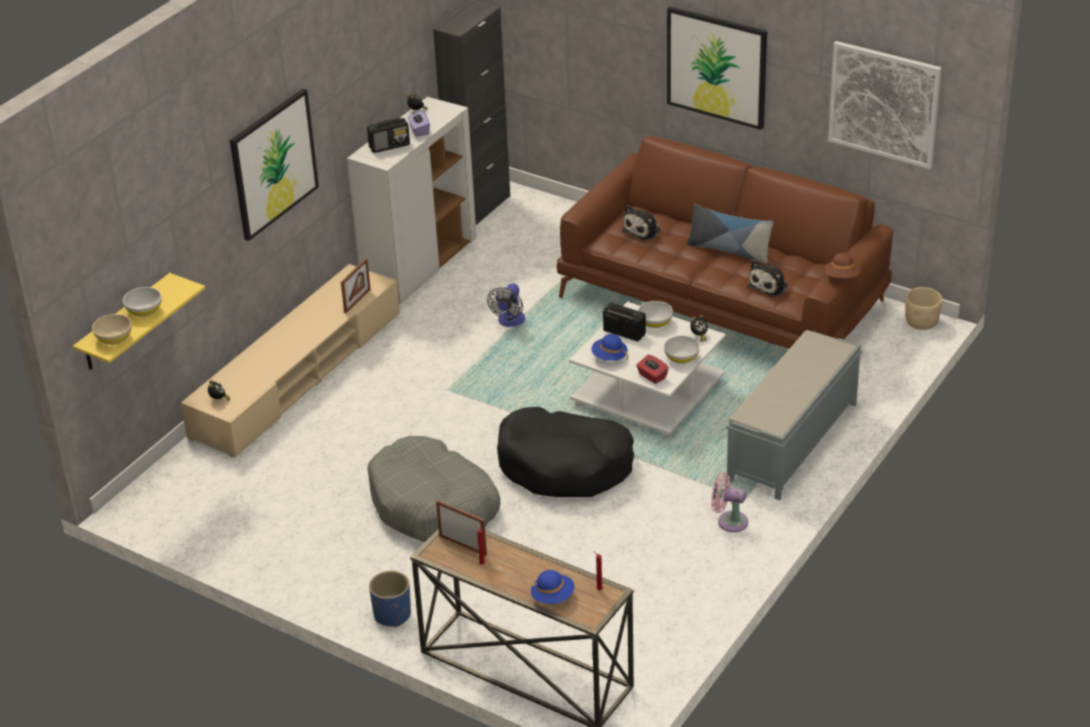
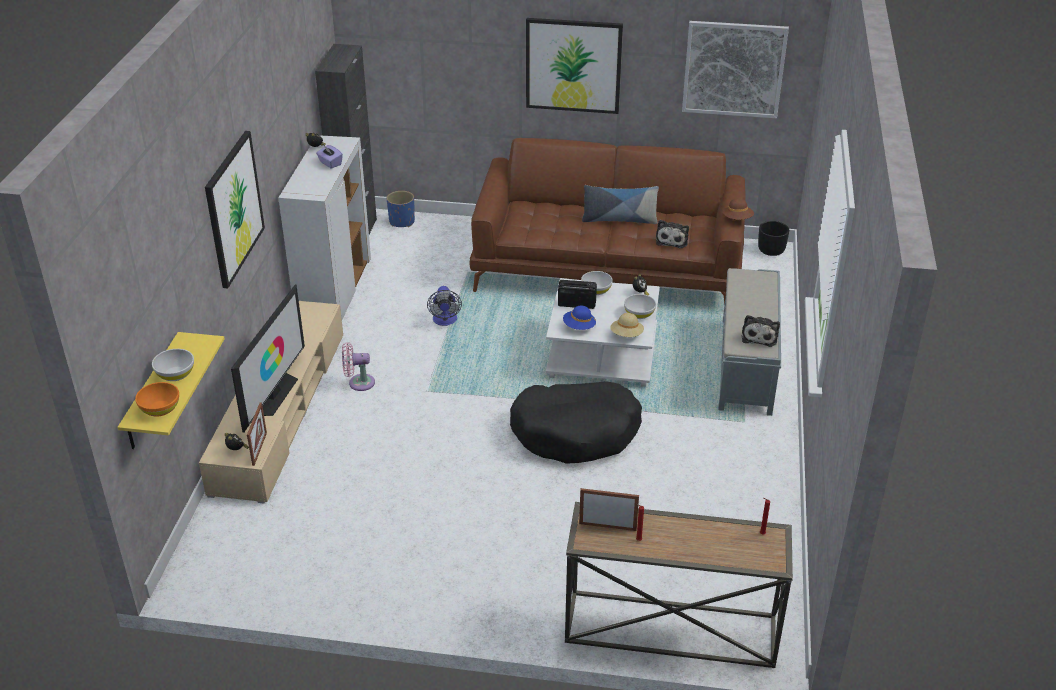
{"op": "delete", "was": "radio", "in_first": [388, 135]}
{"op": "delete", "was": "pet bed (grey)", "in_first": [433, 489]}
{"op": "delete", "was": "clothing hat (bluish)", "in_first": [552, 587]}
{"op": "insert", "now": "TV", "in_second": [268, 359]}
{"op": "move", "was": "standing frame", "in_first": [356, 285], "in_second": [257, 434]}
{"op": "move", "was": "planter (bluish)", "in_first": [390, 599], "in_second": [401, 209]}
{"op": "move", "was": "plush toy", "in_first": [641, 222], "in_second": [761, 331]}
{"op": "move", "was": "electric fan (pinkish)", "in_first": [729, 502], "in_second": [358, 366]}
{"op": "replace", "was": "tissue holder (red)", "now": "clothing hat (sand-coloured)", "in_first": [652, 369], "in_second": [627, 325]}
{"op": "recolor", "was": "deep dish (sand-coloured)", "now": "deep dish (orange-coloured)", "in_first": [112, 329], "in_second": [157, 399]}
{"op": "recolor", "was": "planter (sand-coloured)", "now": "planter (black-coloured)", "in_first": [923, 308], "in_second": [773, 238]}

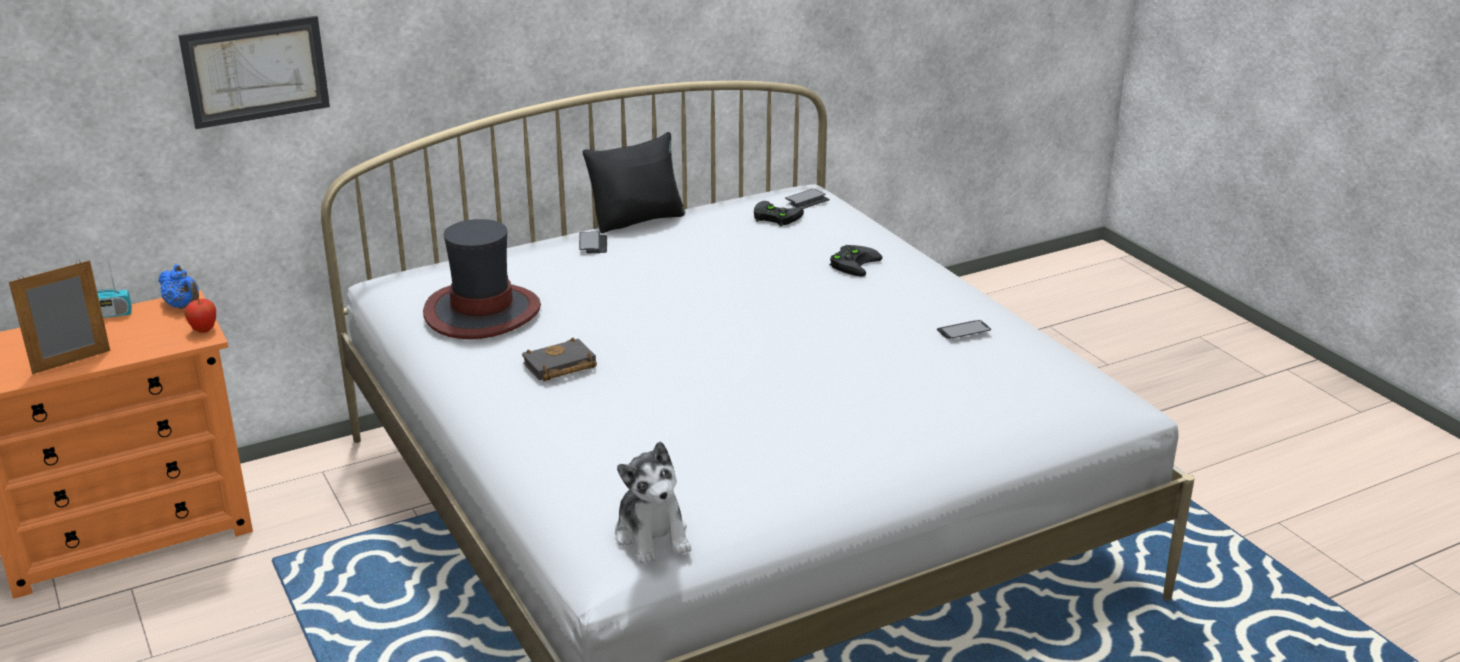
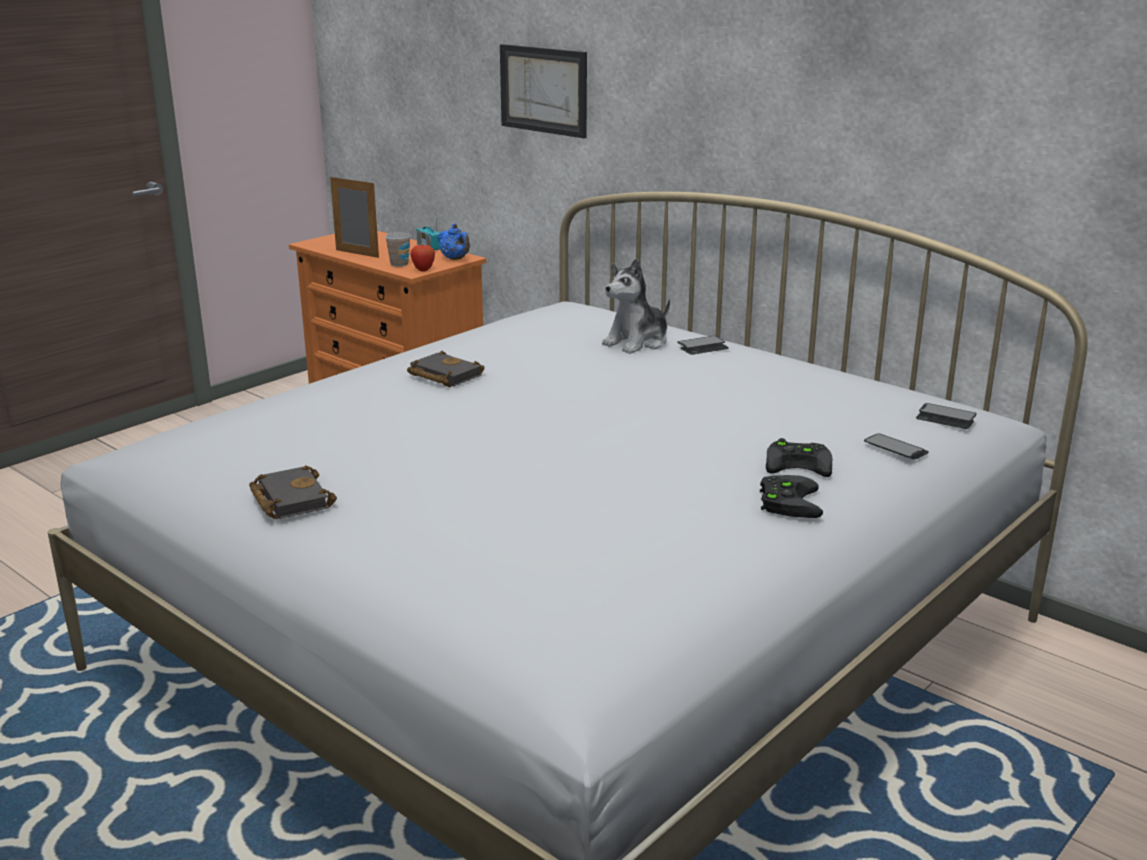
{"op": "delete", "was": "clothing hat", "in_first": [482, 279]}
{"op": "delete", "was": "cushion (black-coloured)", "in_first": [634, 182]}
{"op": "insert", "now": "bound book (black-coloured)", "in_second": [293, 492]}
{"op": "insert", "now": "drinking cup", "in_second": [398, 250]}
{"op": "move", "was": "plush toy", "in_first": [653, 502], "in_second": [636, 306]}
{"op": "move", "was": "joypad (black-coloured)", "in_first": [779, 213], "in_second": [791, 496]}
{"op": "move", "was": "telephone", "in_first": [964, 329], "in_second": [896, 446]}
{"op": "rotate", "was": "teapot (bluish)", "in_first": [179, 286], "in_second": [454, 241], "clockwise": -60}

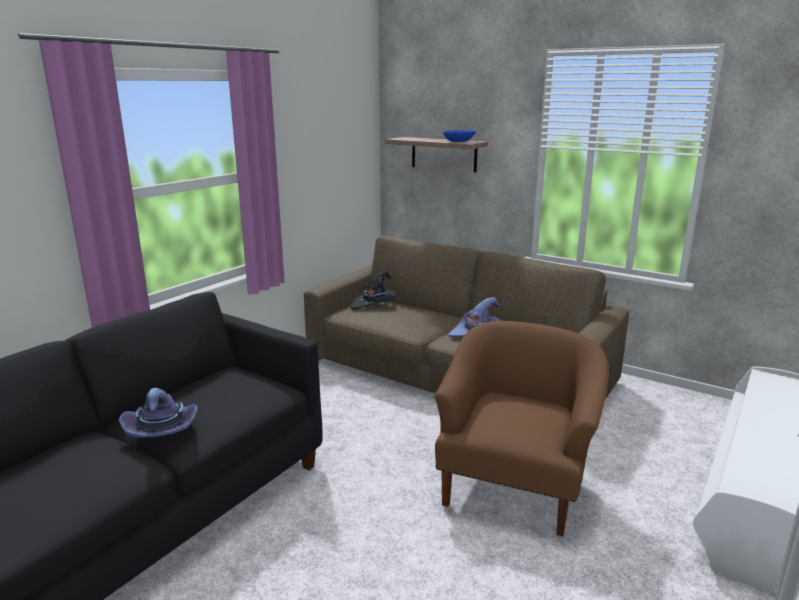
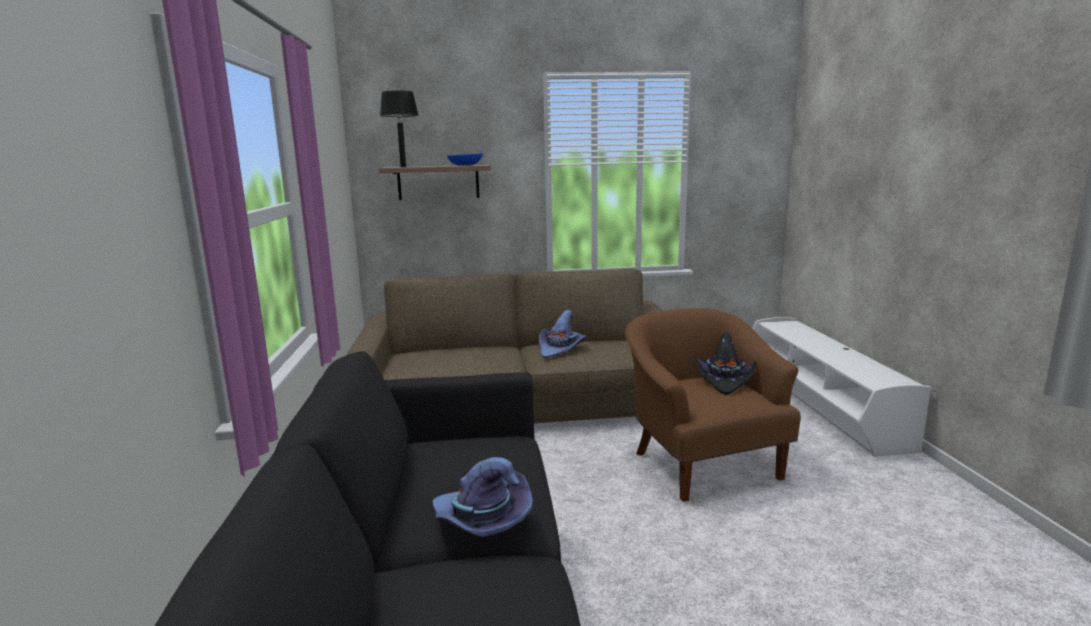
{"op": "insert", "now": "lamp for a table (black-coloured)", "in_second": [399, 128]}
{"op": "move", "was": "clothing hat (black-coloured)", "in_first": [373, 290], "in_second": [726, 363]}

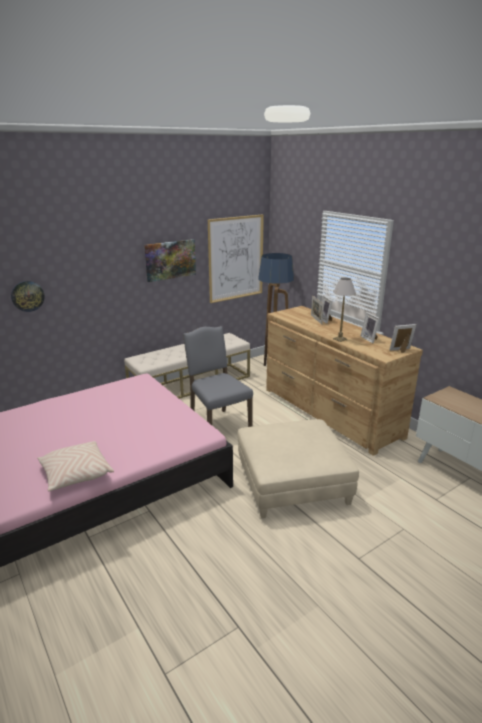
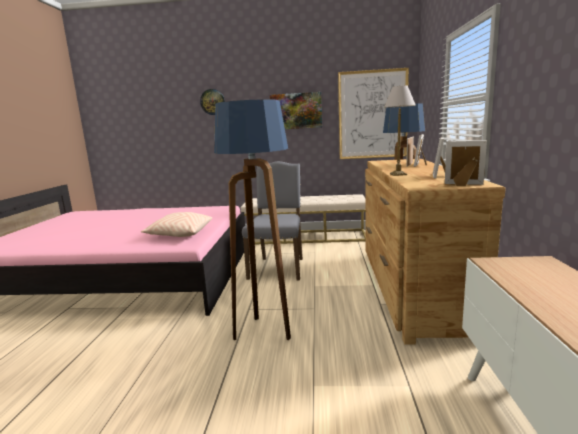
{"op": "move", "was": "wall clock", "in_first": [28, 296], "in_second": [212, 102]}
{"op": "move", "was": "cushion (sand-coloured)", "in_first": [75, 466], "in_second": [176, 224]}
{"op": "replace", "was": "pouffe (sand-coloured)", "now": "floor lamp", "in_first": [298, 468], "in_second": [252, 219]}

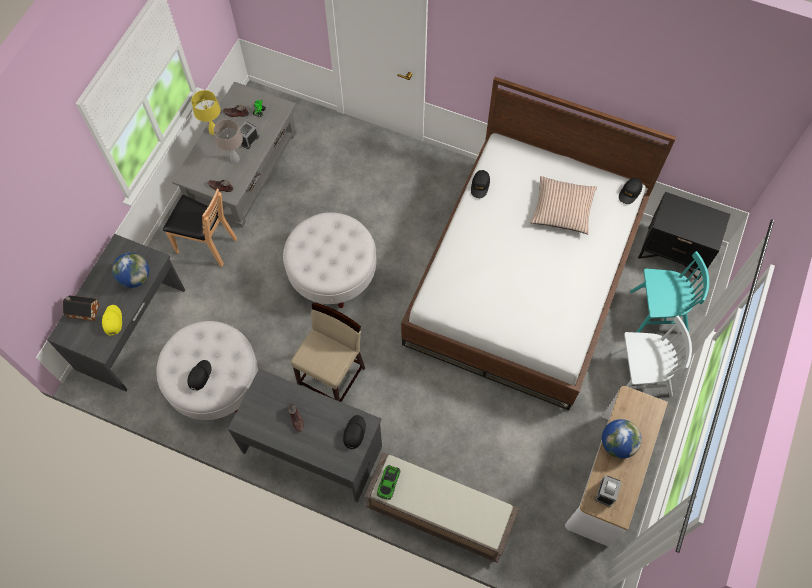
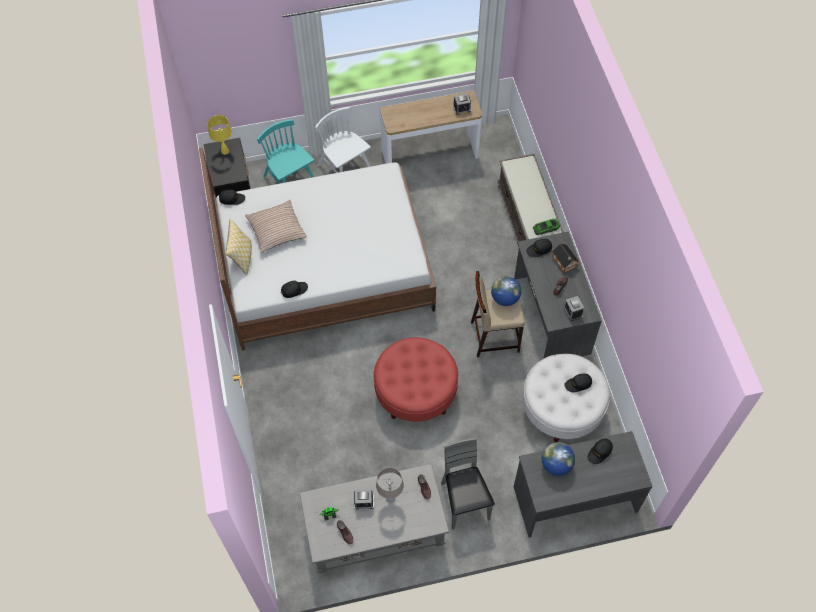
{"op": "insert", "now": "cushion", "in_second": [238, 247]}
{"op": "insert", "now": "table clock", "in_second": [573, 308]}
{"op": "move", "was": "miniature house", "in_first": [81, 308], "in_second": [565, 258]}
{"op": "move", "was": "lamp for a table (yellow)", "in_first": [205, 112], "in_second": [219, 135]}
{"op": "move", "was": "world globe", "in_first": [622, 439], "in_second": [506, 291]}
{"op": "recolor", "was": "cap (yellow)", "now": "cap (black-coloured)", "in_first": [112, 320], "in_second": [600, 451]}
{"op": "recolor", "was": "upright chair (brown)", "now": "upright chair (grey)", "in_first": [200, 227], "in_second": [468, 484]}
{"op": "recolor", "was": "pouffe (white-coloured)", "now": "pouffe (red)", "in_first": [329, 260], "in_second": [416, 379]}

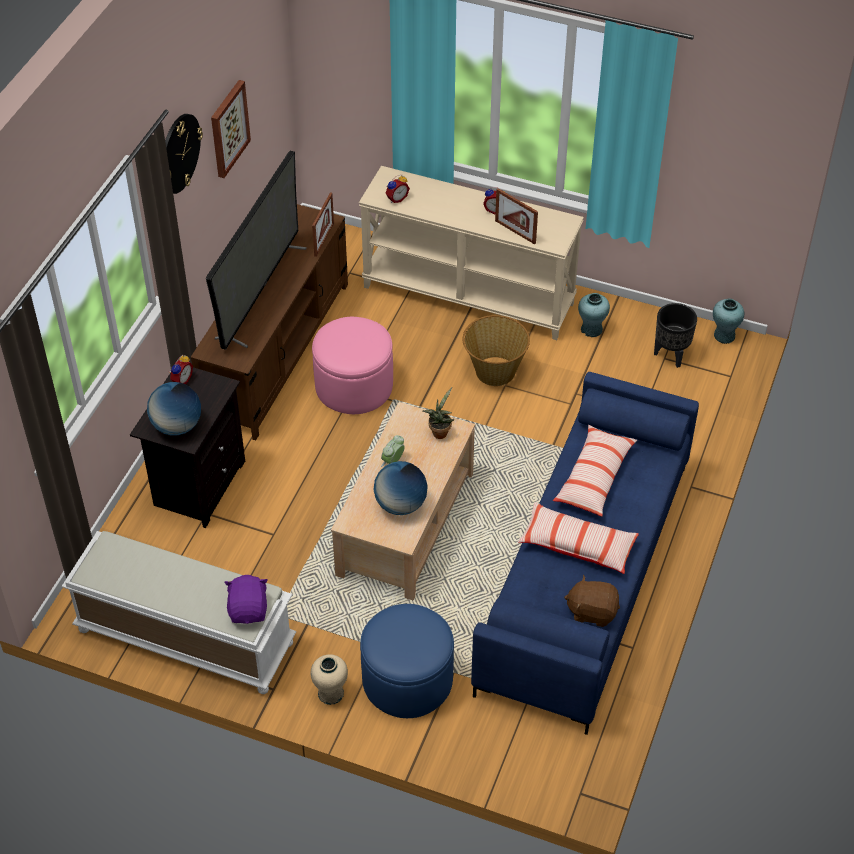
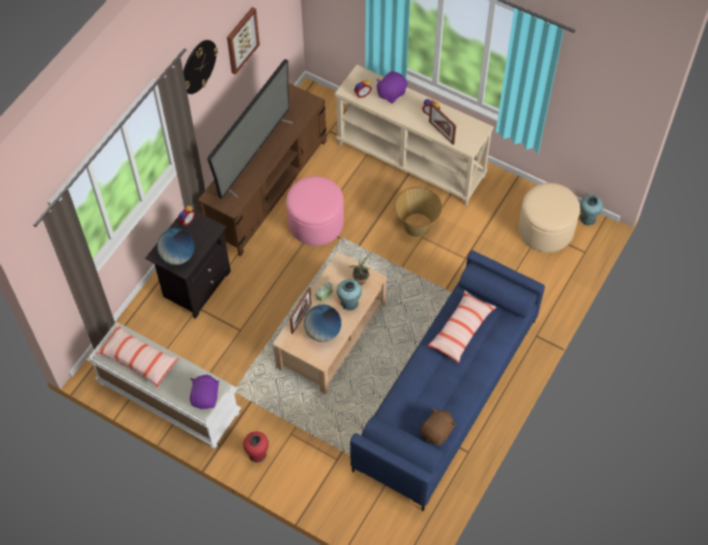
{"op": "delete", "was": "pouffe (bluish)", "in_first": [407, 661]}
{"op": "insert", "now": "plush toy (purplish)", "in_second": [392, 87]}
{"op": "move", "was": "standing frame", "in_first": [323, 224], "in_second": [301, 310]}
{"op": "move", "was": "cushion", "in_first": [578, 538], "in_second": [137, 355]}
{"op": "move", "was": "vase (turquoise-coloured)", "in_first": [594, 315], "in_second": [349, 295]}
{"op": "replace", "was": "planter (black-coloured)", "now": "pouffe (sand-coloured)", "in_first": [675, 335], "in_second": [549, 218]}
{"op": "recolor", "was": "vase (sand-coloured)", "now": "vase (red)", "in_first": [329, 679], "in_second": [256, 447]}
{"op": "rotate", "was": "plush toy (brown)", "in_first": [592, 601], "in_second": [438, 426], "clockwise": 105}

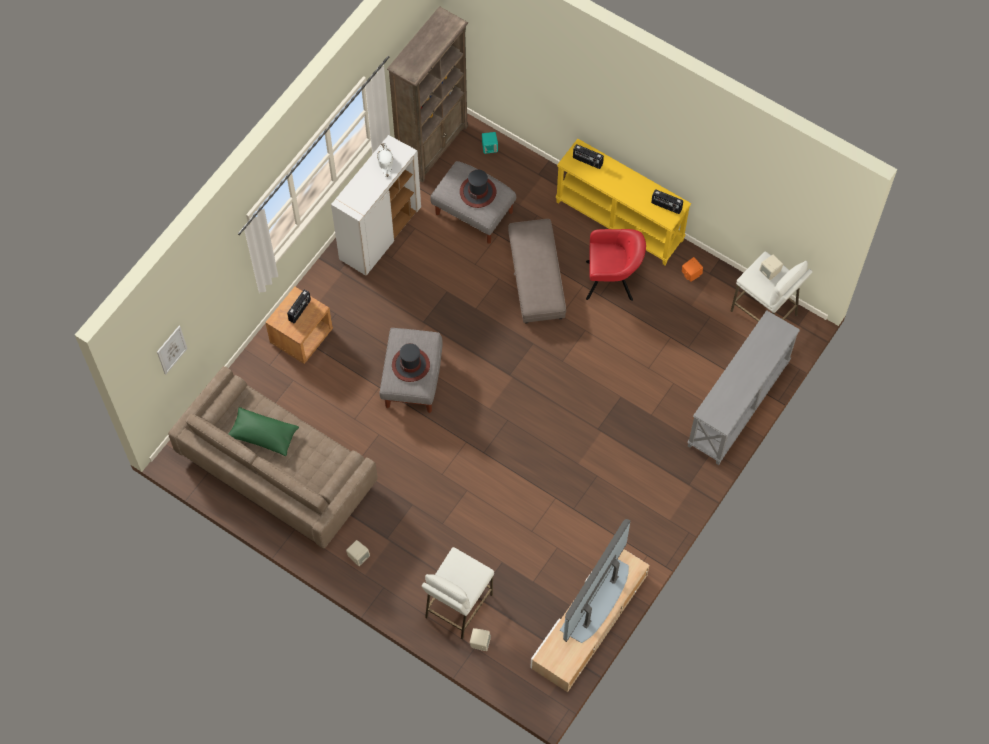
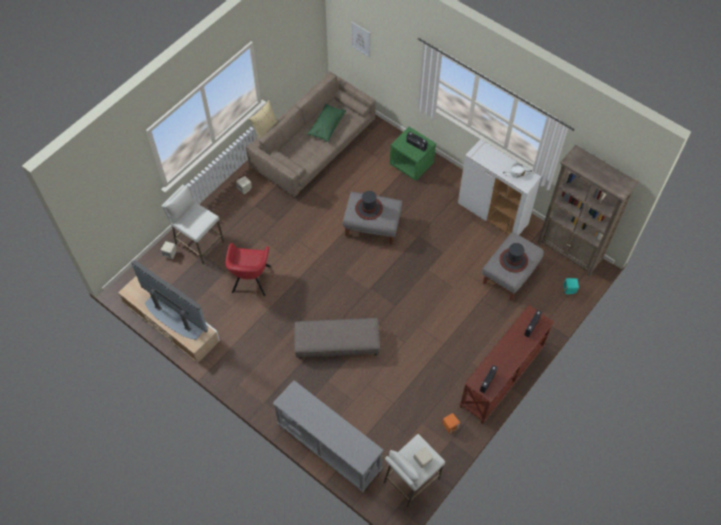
{"op": "insert", "now": "cushion (sand-coloured)", "in_second": [263, 120]}
{"op": "move", "was": "pouffe (grey)", "in_first": [537, 271], "in_second": [337, 338]}
{"op": "move", "was": "easy chair (red)", "in_first": [616, 265], "in_second": [248, 269]}
{"op": "recolor", "was": "night table (brown)", "now": "night table (greenish)", "in_first": [299, 325], "in_second": [413, 154]}
{"op": "recolor", "was": "narrow table (yellow)", "now": "narrow table (brown)", "in_first": [623, 202], "in_second": [507, 364]}

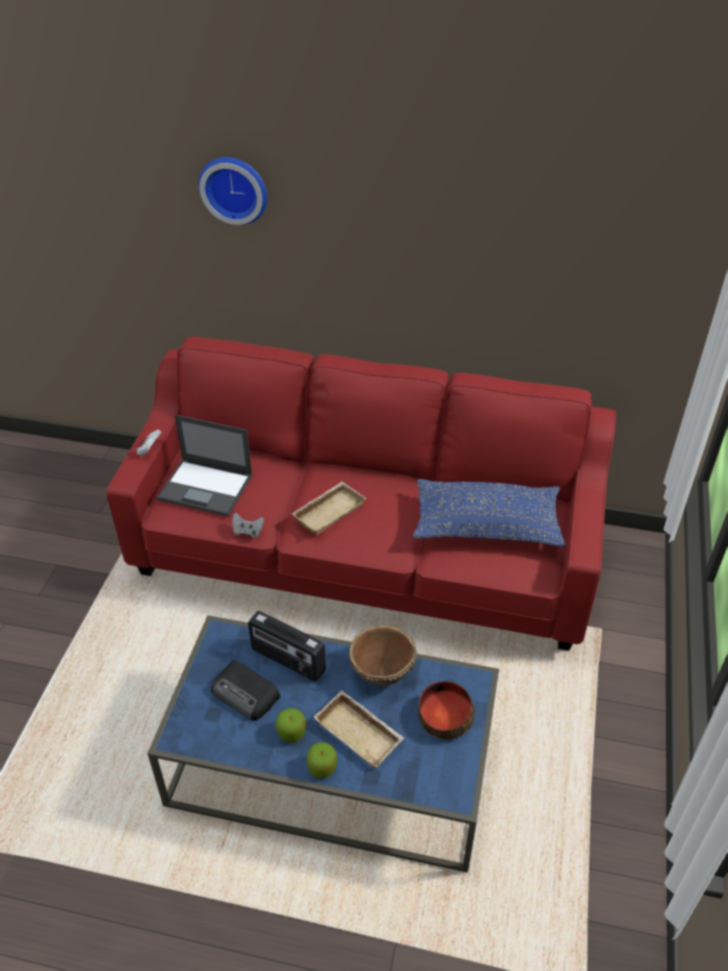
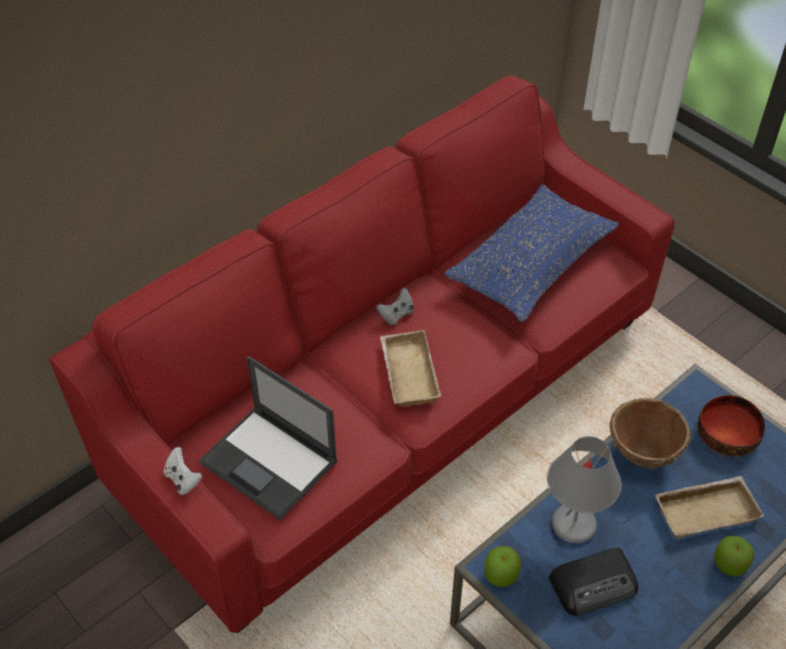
{"op": "delete", "was": "wall clock", "in_first": [232, 191]}
{"op": "move", "was": "joypad (grey)", "in_first": [248, 525], "in_second": [395, 306]}
{"op": "move", "was": "apple", "in_first": [290, 725], "in_second": [503, 566]}
{"op": "replace", "was": "radio", "now": "lamp for a table (grey)", "in_first": [287, 646], "in_second": [584, 489]}
{"op": "rotate", "was": "laptop", "in_first": [205, 466], "in_second": [268, 438], "clockwise": 75}

